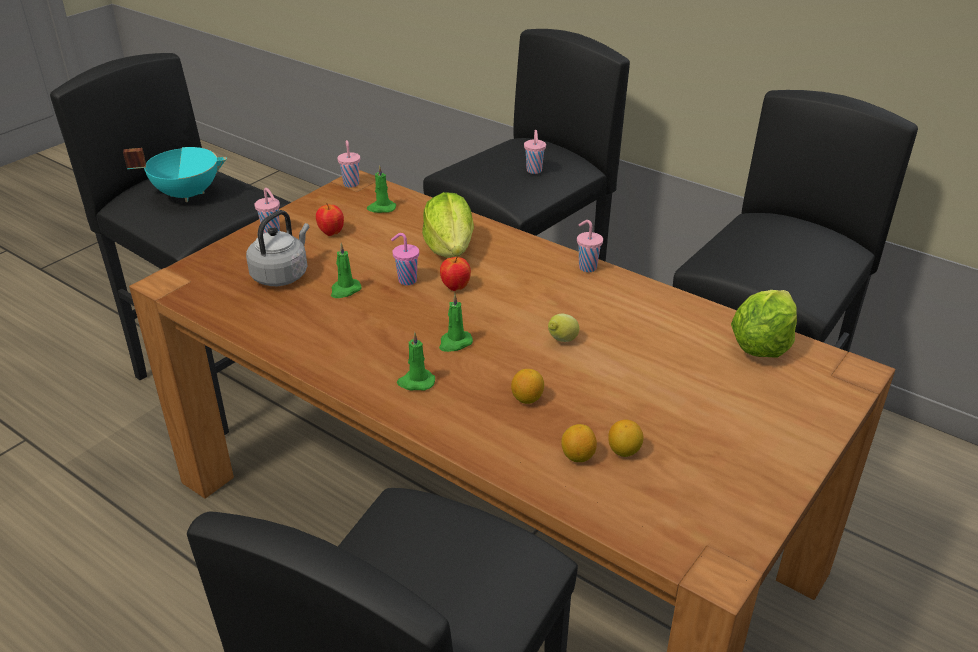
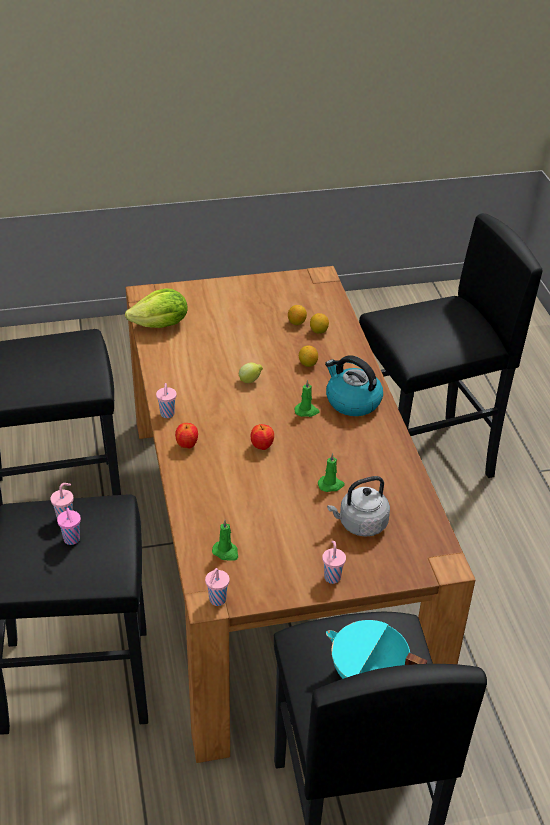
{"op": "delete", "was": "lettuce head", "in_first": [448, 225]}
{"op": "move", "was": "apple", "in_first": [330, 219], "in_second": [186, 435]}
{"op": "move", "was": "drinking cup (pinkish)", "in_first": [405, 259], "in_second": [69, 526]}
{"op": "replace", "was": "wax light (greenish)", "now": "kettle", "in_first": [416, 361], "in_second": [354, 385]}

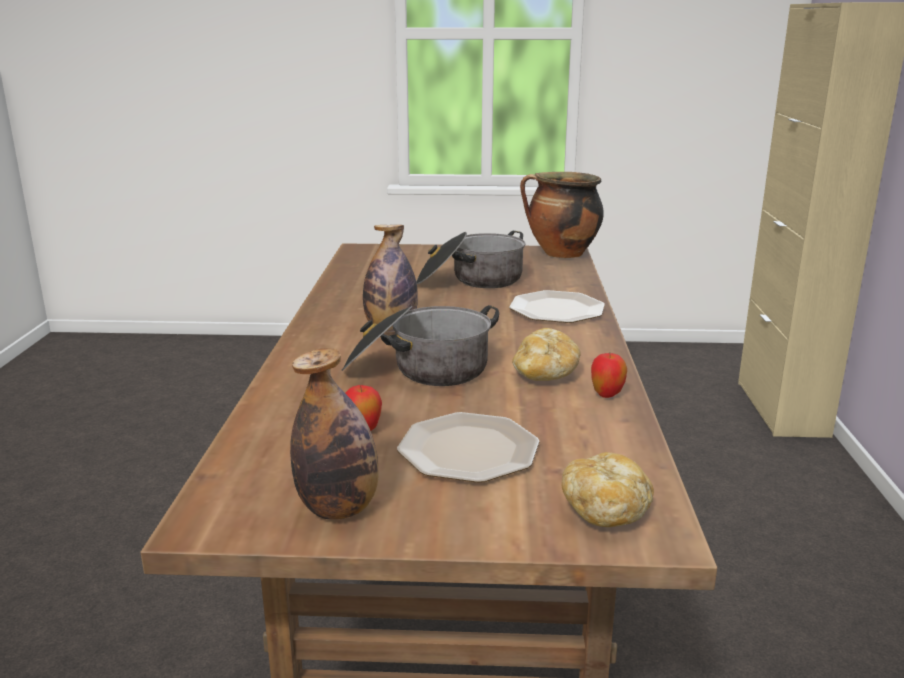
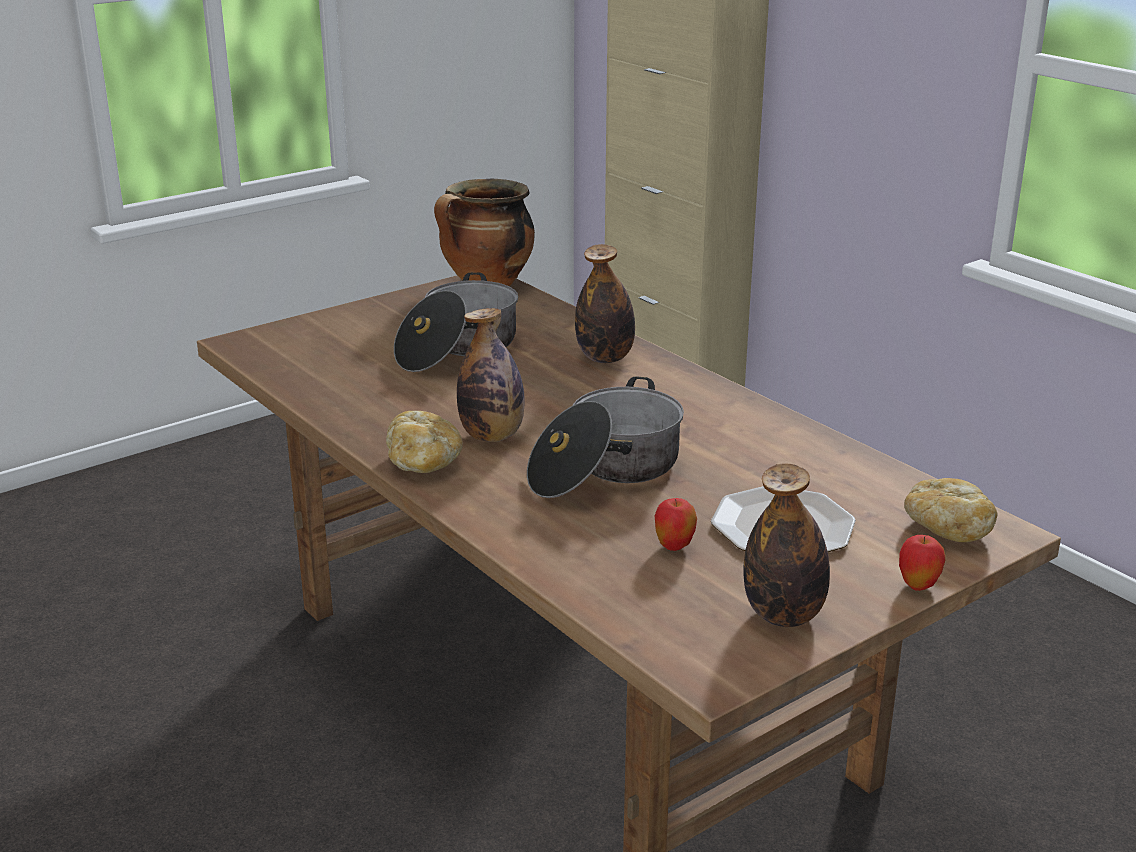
{"op": "move", "was": "bakery bread", "in_first": [546, 354], "in_second": [424, 442]}
{"op": "move", "was": "apple", "in_first": [609, 375], "in_second": [922, 563]}
{"op": "replace", "was": "plate", "now": "drink bottle", "in_first": [557, 306], "in_second": [605, 303]}

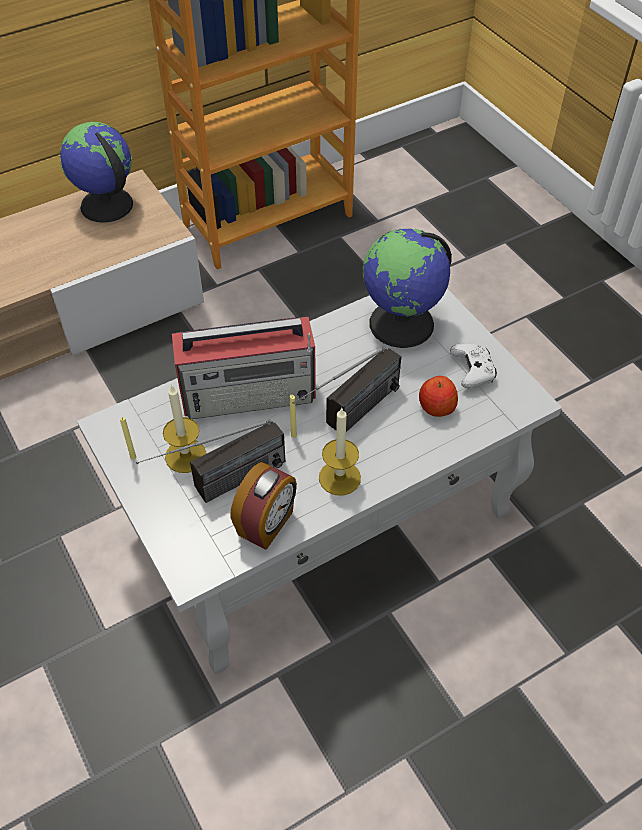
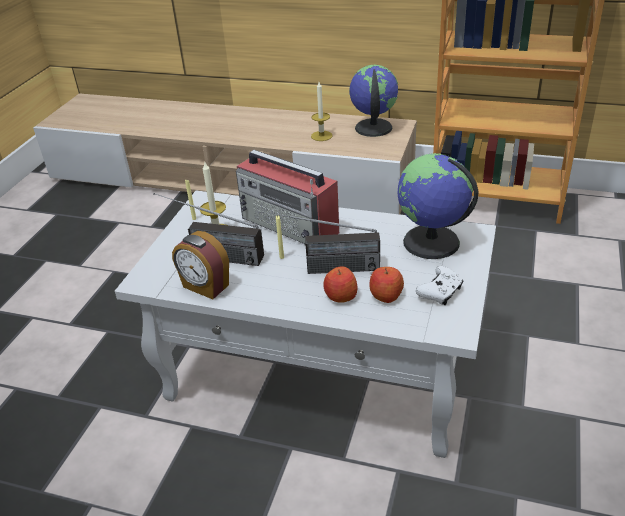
{"op": "insert", "now": "apple", "in_second": [341, 284]}
{"op": "move", "was": "wax light", "in_first": [340, 451], "in_second": [322, 111]}
{"op": "rotate", "was": "table clock", "in_first": [263, 506], "in_second": [200, 265], "clockwise": 45}

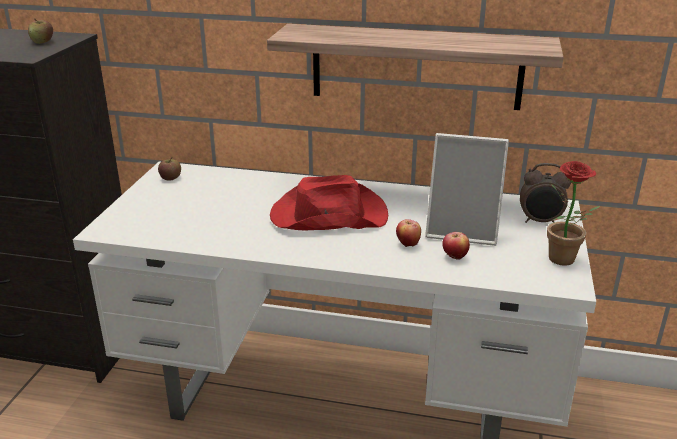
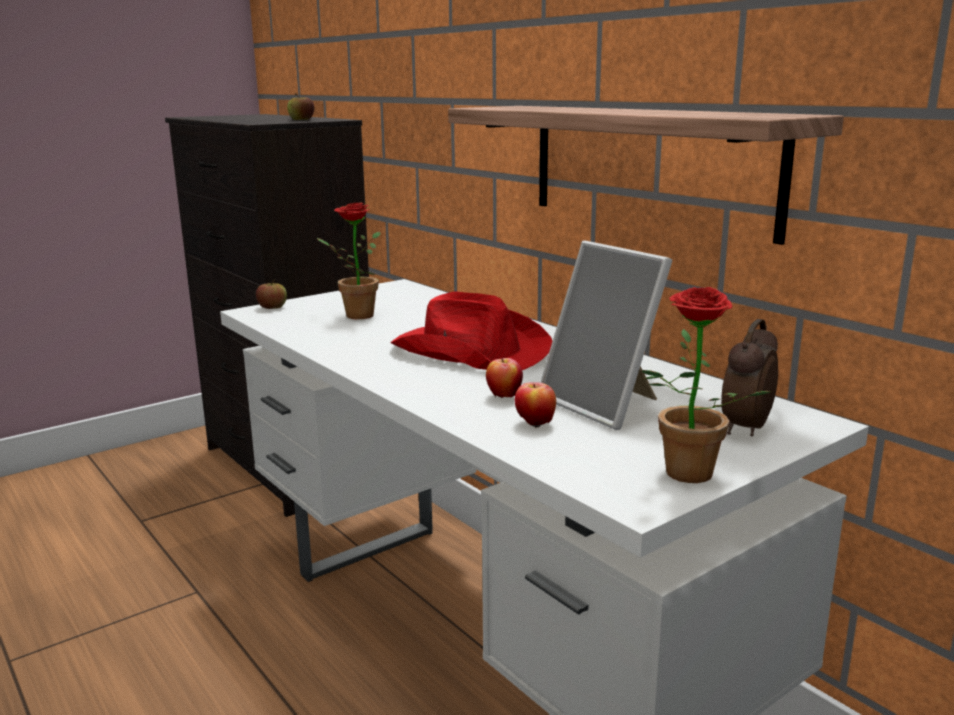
{"op": "insert", "now": "potted plant", "in_second": [348, 261]}
{"op": "move", "was": "apple", "in_first": [169, 168], "in_second": [271, 294]}
{"op": "rotate", "was": "table clock", "in_first": [545, 193], "in_second": [749, 378], "clockwise": 75}

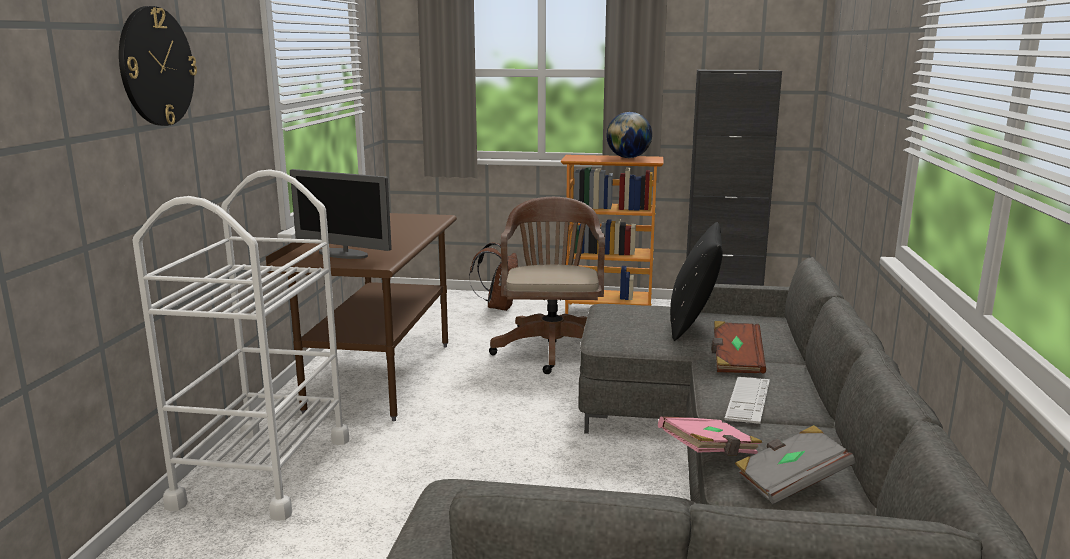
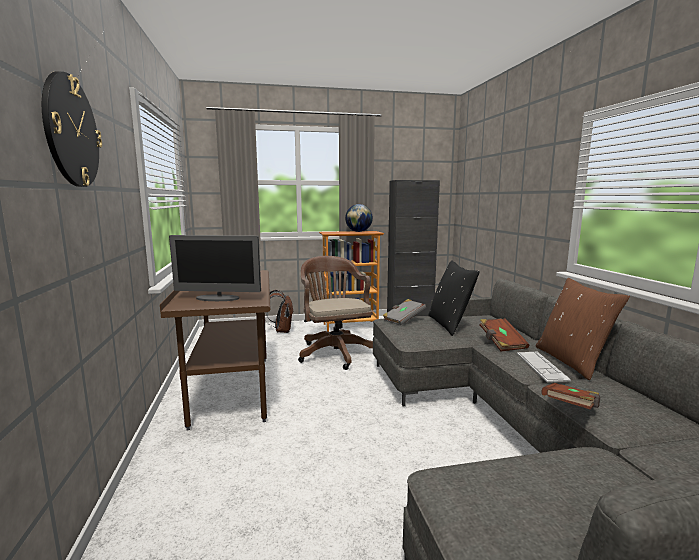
{"op": "delete", "was": "wheeled cart (white-coloured)", "in_first": [240, 345]}
{"op": "insert", "now": "cushion (brown)", "in_second": [583, 329]}
{"op": "move", "was": "bound book (grey)", "in_first": [795, 464], "in_second": [404, 312]}
{"op": "recolor", "was": "bound book (pinkish)", "now": "bound book (brown)", "in_first": [710, 436], "in_second": [571, 396]}

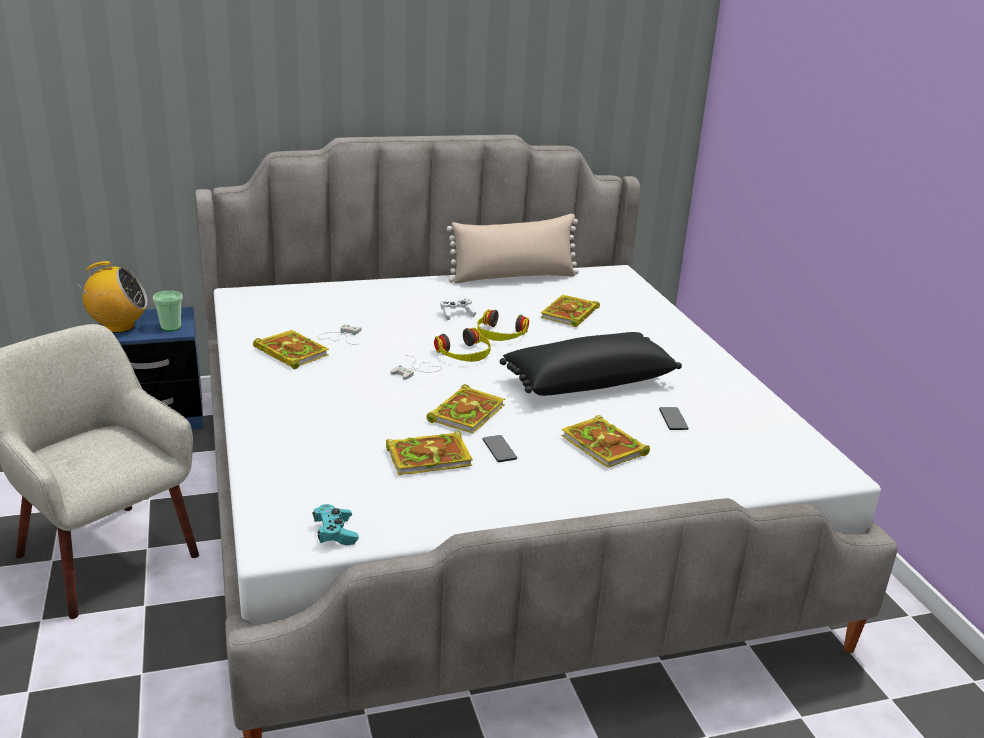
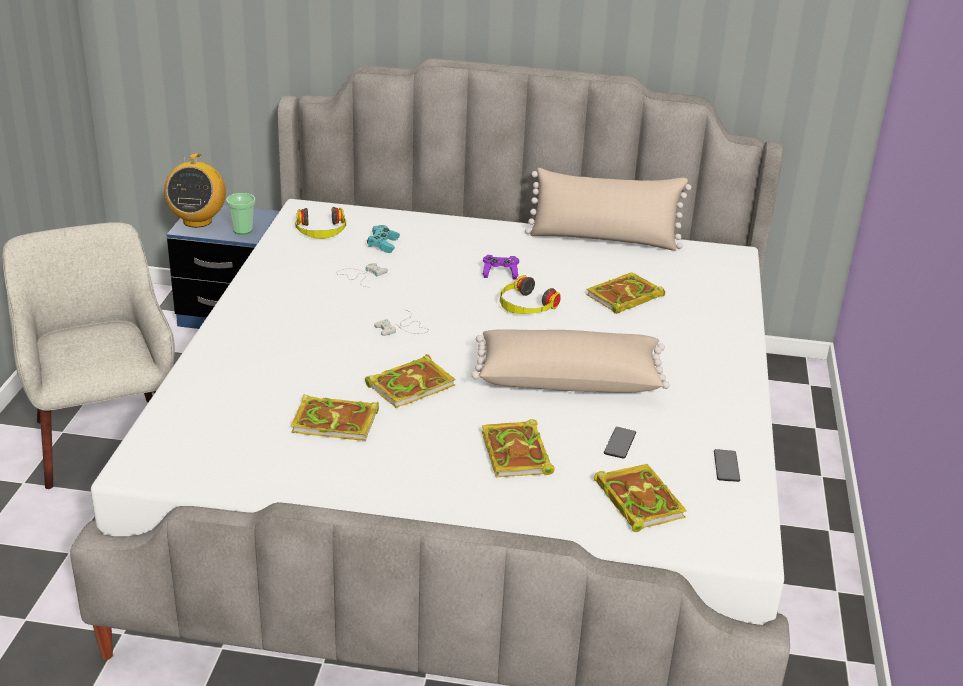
{"op": "move", "was": "bound book", "in_first": [291, 349], "in_second": [640, 498]}
{"op": "move", "was": "joypad (turquoise-coloured)", "in_first": [335, 525], "in_second": [383, 239]}
{"op": "move", "was": "headphones", "in_first": [462, 345], "in_second": [320, 223]}
{"op": "move", "was": "telephone", "in_first": [500, 448], "in_second": [727, 465]}
{"op": "recolor", "was": "joypad (white-coloured)", "now": "joypad (purplish)", "in_first": [458, 309], "in_second": [500, 267]}
{"op": "recolor", "was": "cushion (black-coloured)", "now": "cushion (sand-coloured)", "in_first": [591, 364], "in_second": [571, 361]}
{"op": "rotate", "was": "radio", "in_first": [111, 297], "in_second": [195, 190], "clockwise": 75}

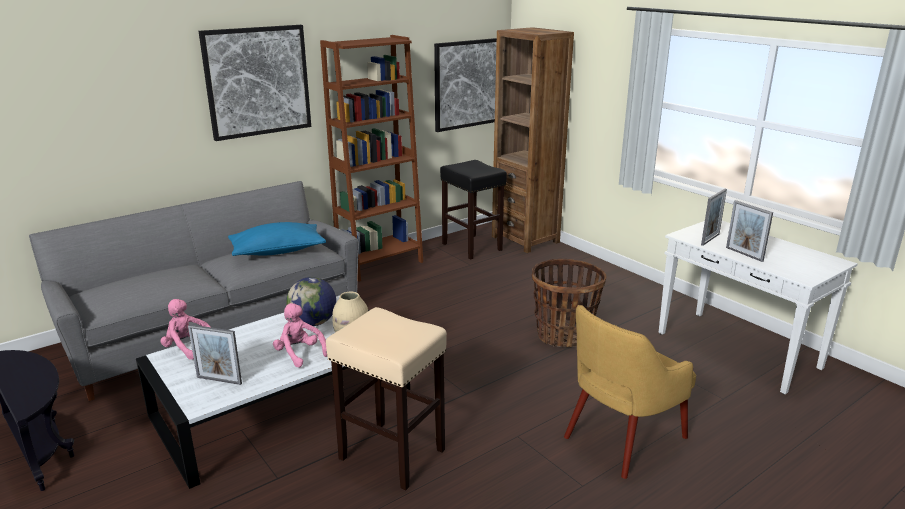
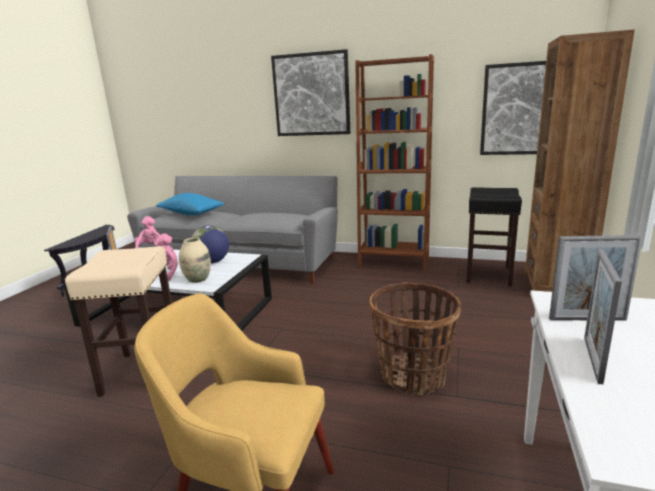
{"op": "move", "was": "cushion (bluish)", "in_first": [277, 239], "in_second": [190, 204]}

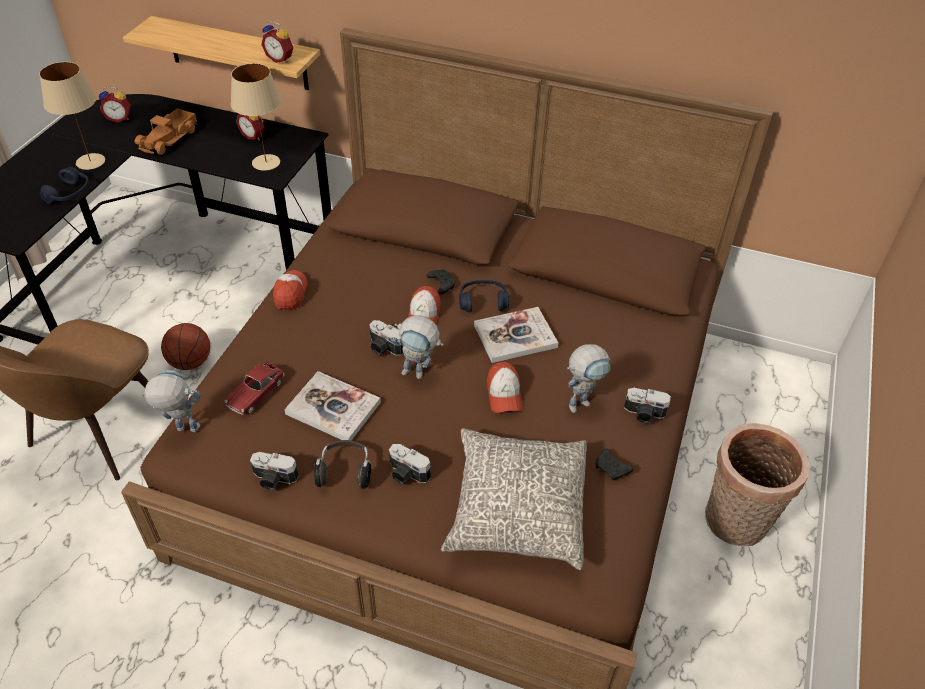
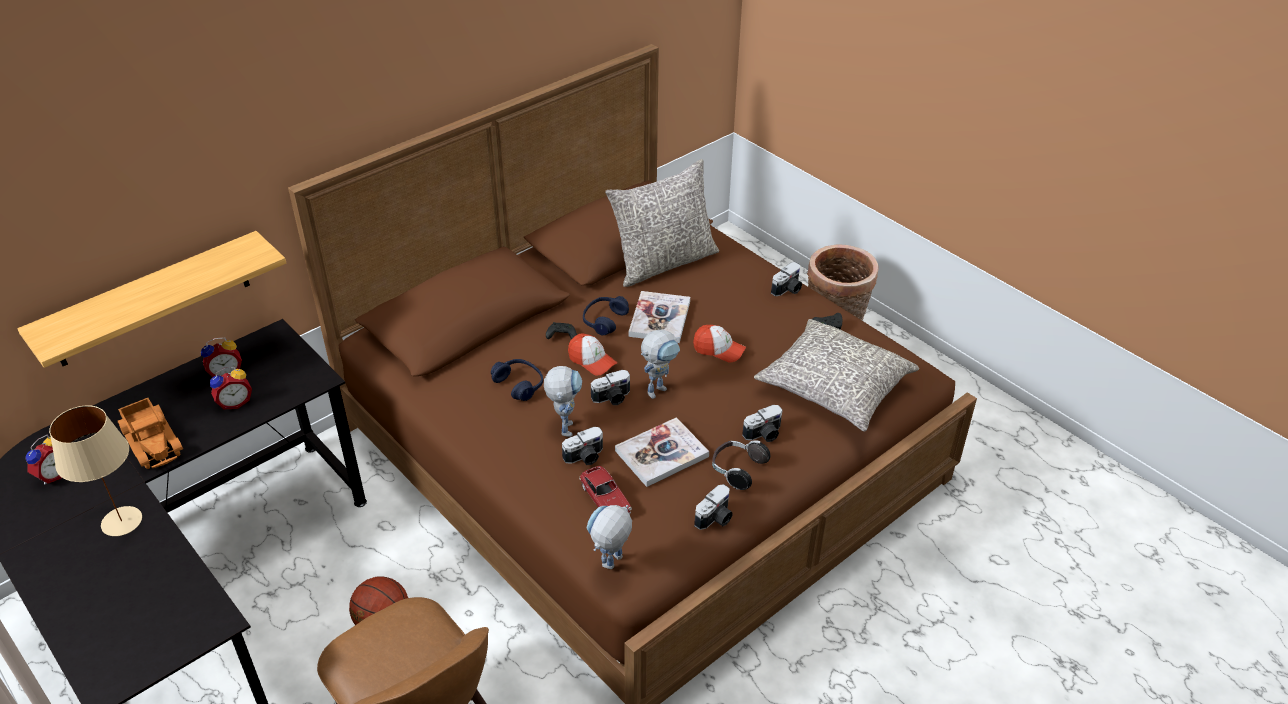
{"op": "delete", "was": "lamp for a table (sand-coloured)", "in_first": [256, 117]}
{"op": "delete", "was": "cap", "in_first": [290, 290]}
{"op": "insert", "now": "still camera", "in_second": [582, 446]}
{"op": "insert", "now": "cushion (grey)", "in_second": [662, 223]}
{"op": "move", "was": "headphones (bluish)", "in_first": [64, 185], "in_second": [517, 380]}
{"op": "move", "was": "table clock", "in_first": [277, 42], "in_second": [231, 388]}
{"op": "move", "was": "robot figure", "in_first": [589, 378], "in_second": [563, 401]}

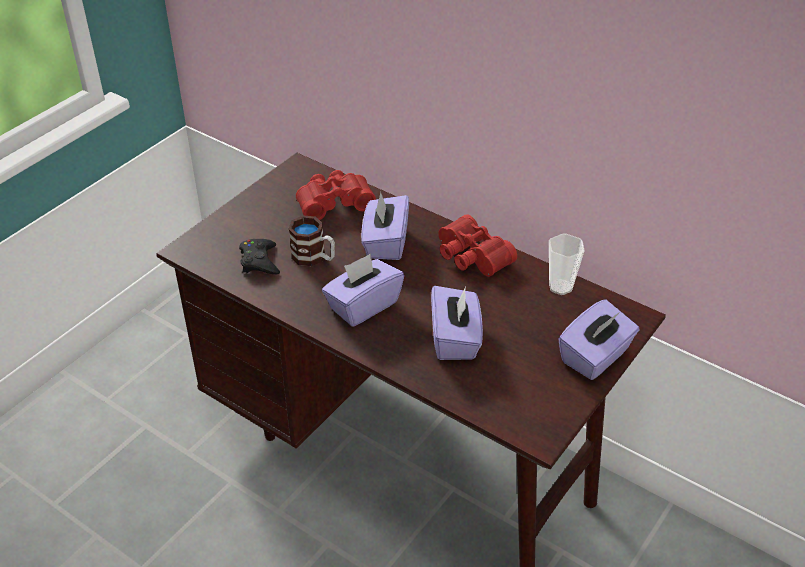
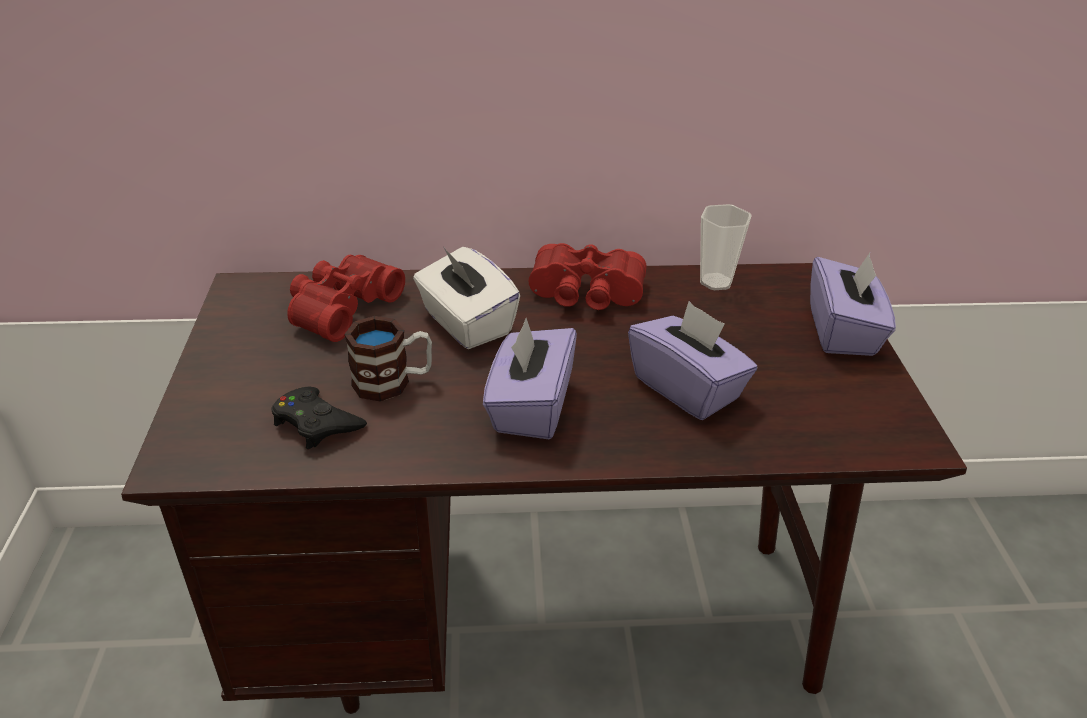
{"op": "recolor", "was": "tissue holder (purplish)", "now": "tissue holder (white-coloured)", "in_first": [385, 226], "in_second": [466, 297]}

